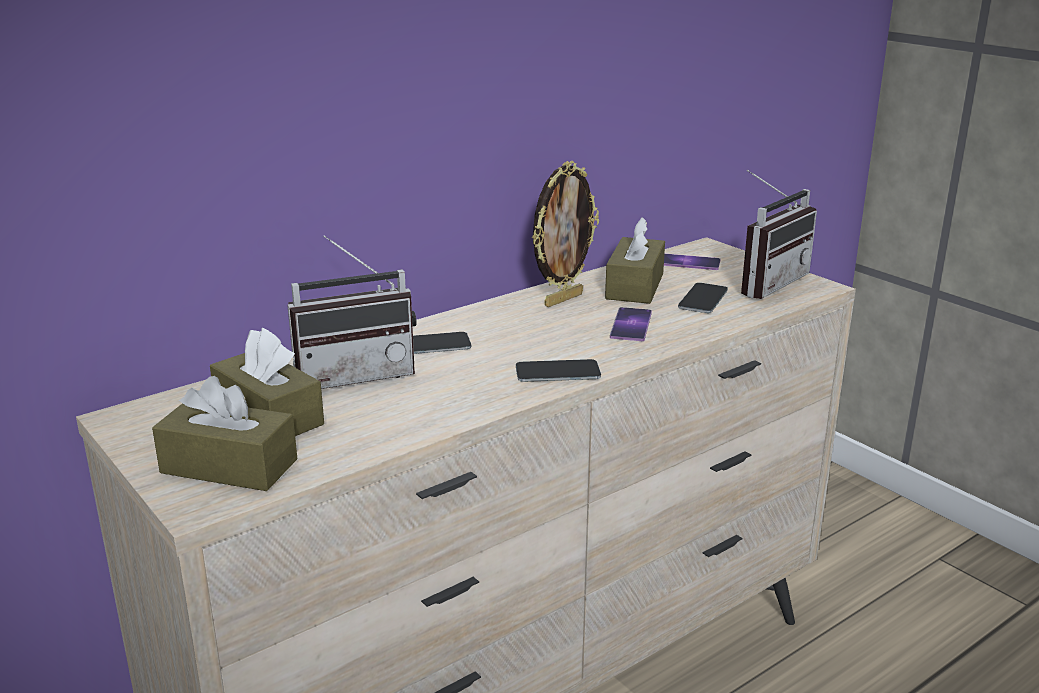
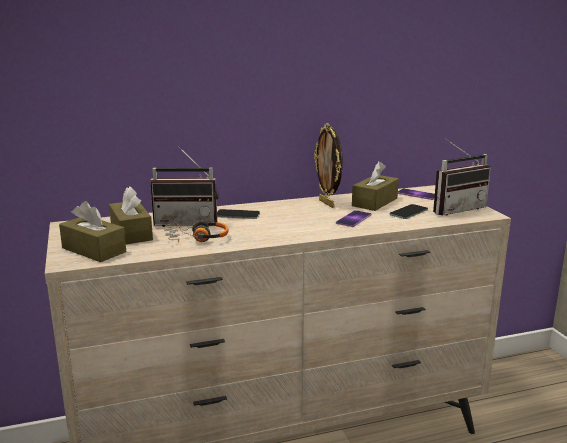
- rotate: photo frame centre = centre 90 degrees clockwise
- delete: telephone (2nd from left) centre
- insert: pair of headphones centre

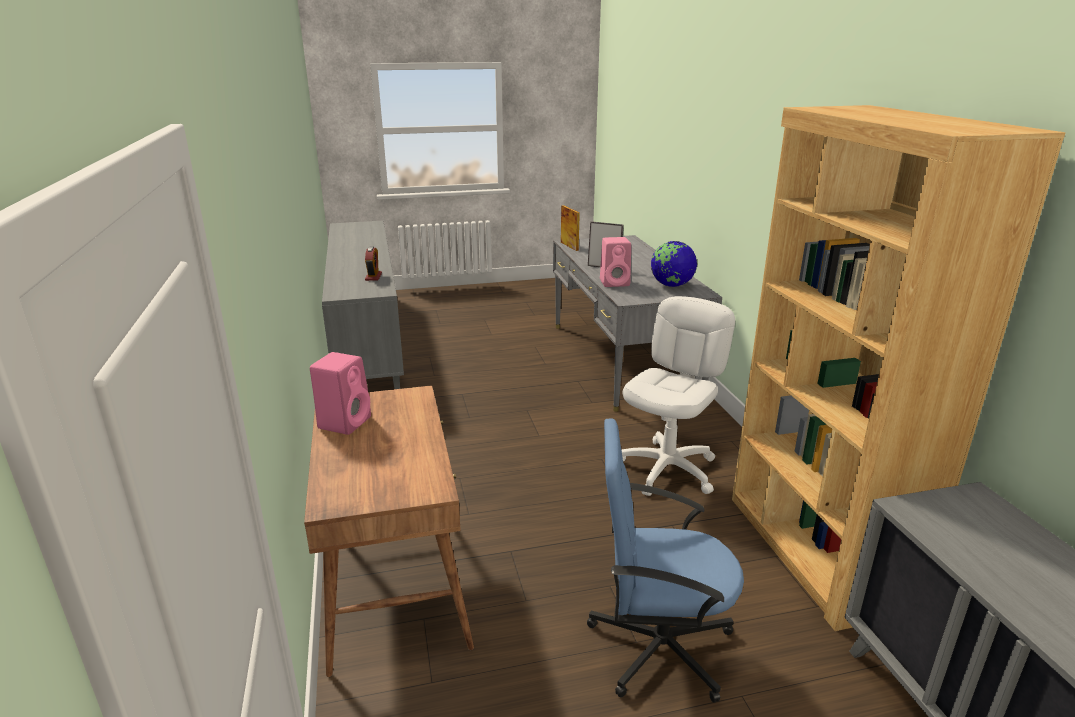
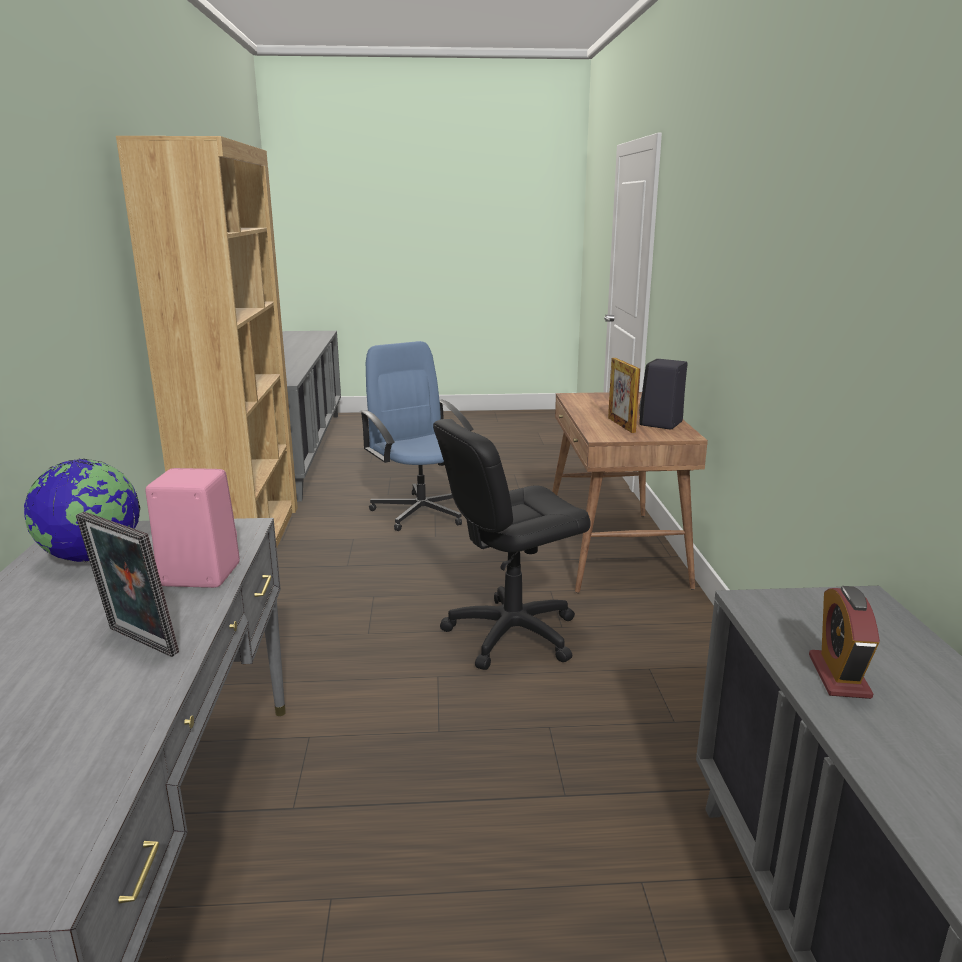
- move: photo frame (1st from left in the first image) top centre to photo frame (2nd from left) centre
- delete: whitish computer chair centre
- recolor: pink audio speaker (1st from left) middle left to black audio speaker middle right
- rotate: bluish computer chair bottom centre = centre 135 degrees counterclockwise
- insert: black computer chair centre

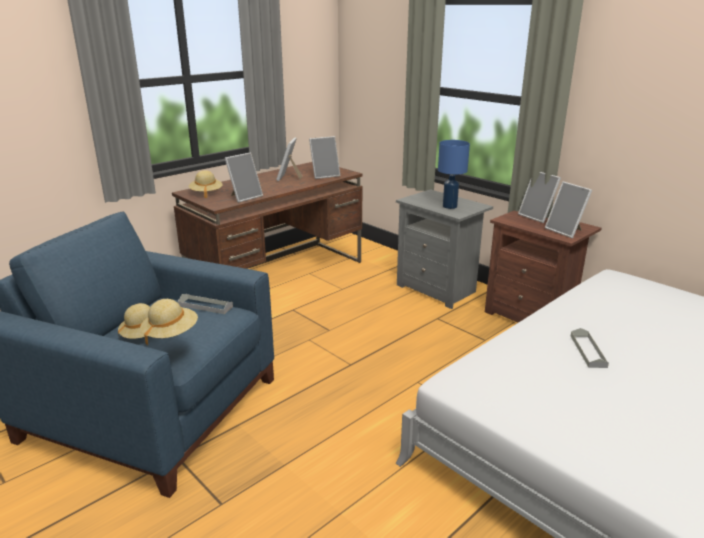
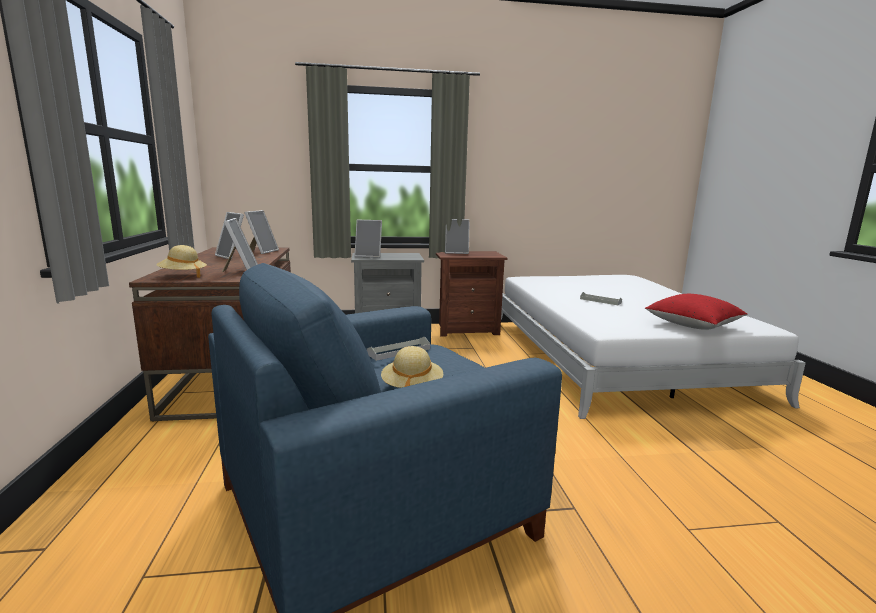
- delete: bluish tabletop lamp top centre
- move: photo frame (5th from left in the first image) middle right to photo frame (4th from left) centre
- delete: sand-coloured wearable hat (2nd from left) middle left
- insert: red throw pillow middle right

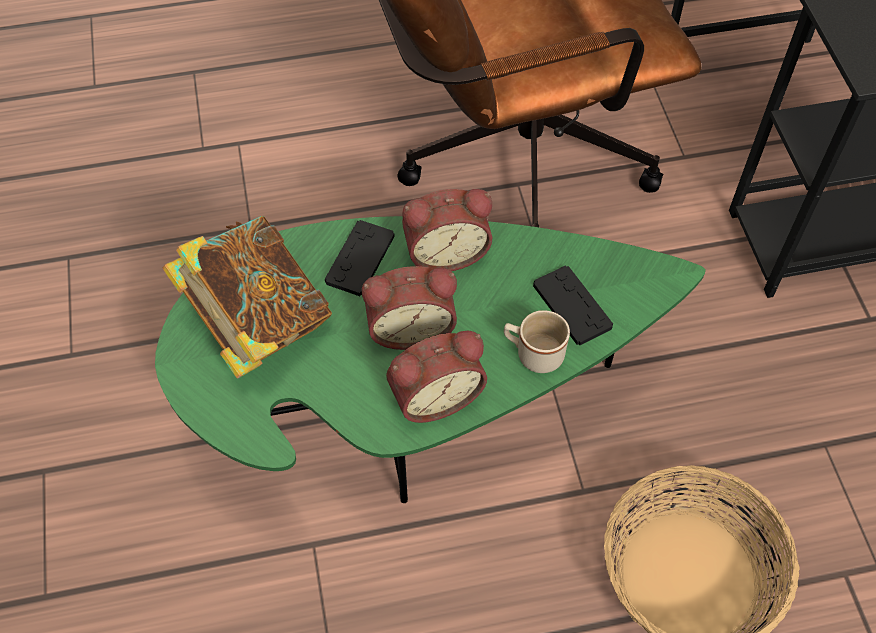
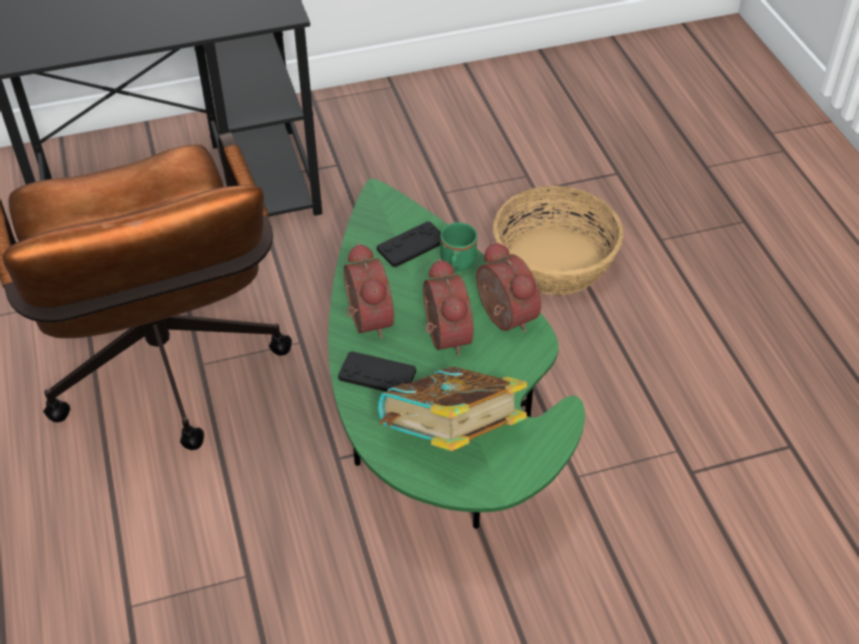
- recolor: sand-coloured mug centre to green-coloured mug centre

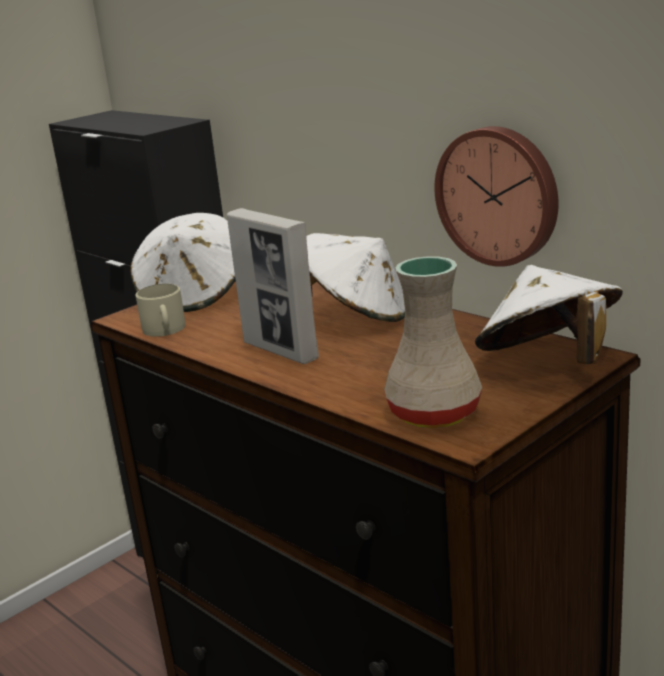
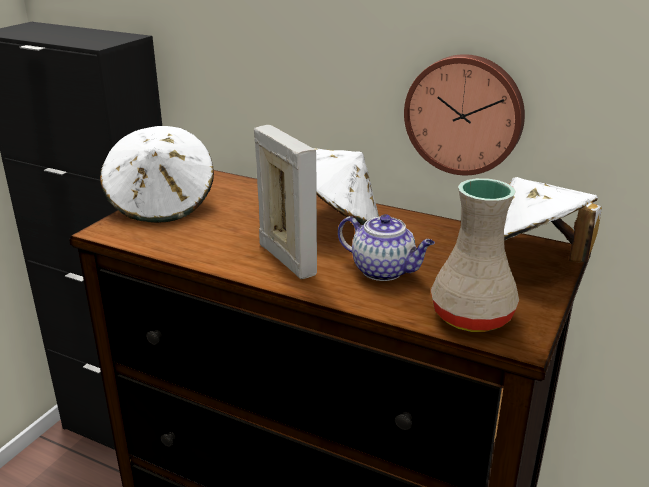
- rotate: photo frame centre = centre 150 degrees counterclockwise
- delete: sand-coloured mug middle left
- insert: teapot centre

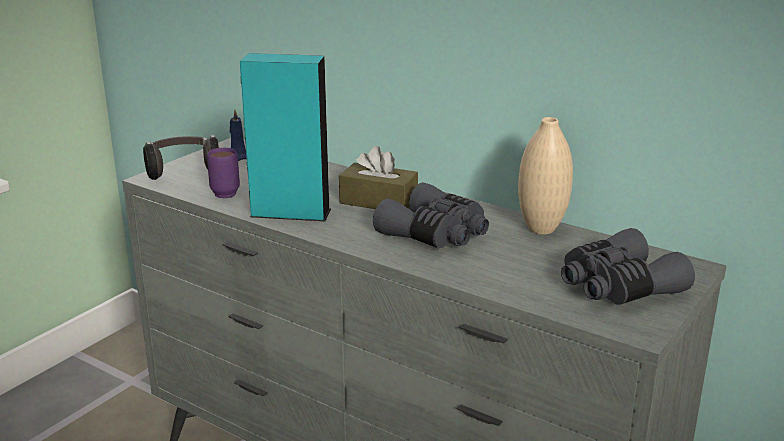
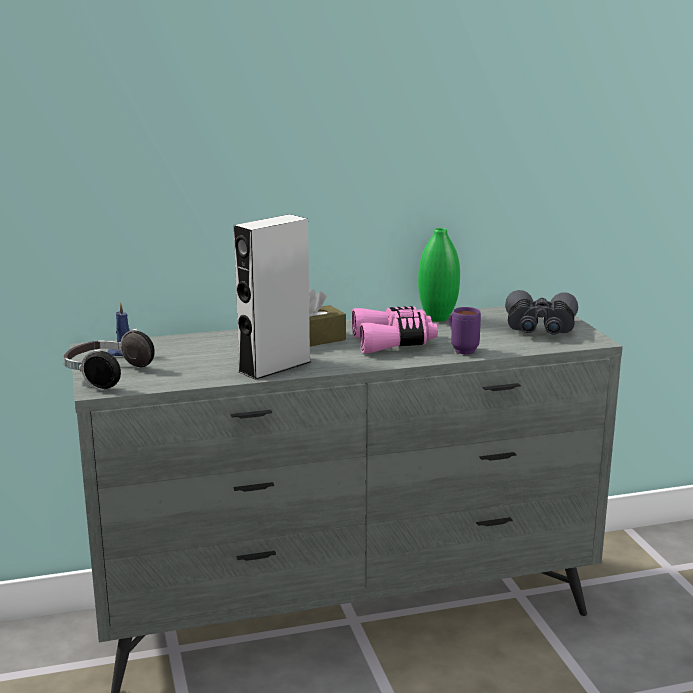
- recolor: turquoise audio speaker top centre to greyish audio speaker centre
- recolor: sand-coloured vase middle right to green-coloured vase centre
- move: purple-coloured mug middle left to middle right
- recolor: greyish binoculars (1st from left) centre to pink binoculars centre

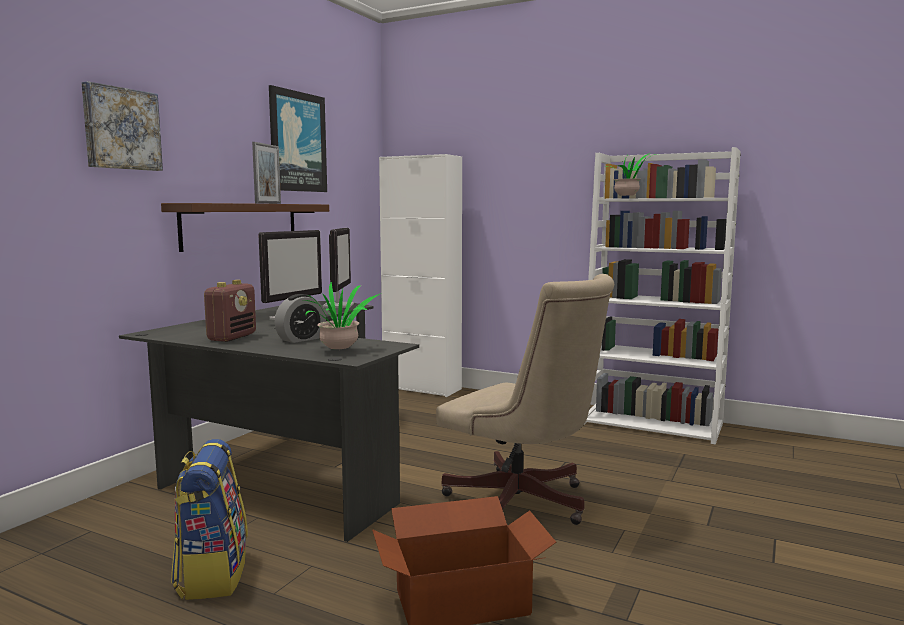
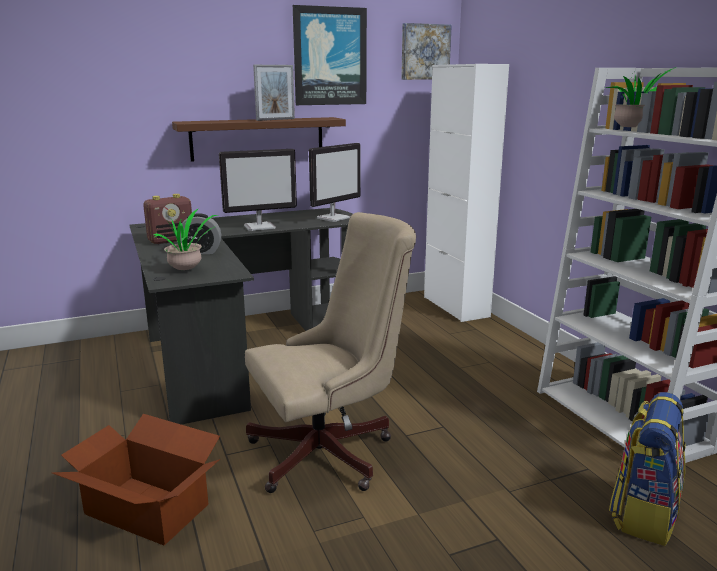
- move: picture (1st from left in the first image) top left to picture (2nd from left) top centre
- rotate: sand-coloured computer chair centre = centre 105 degrees counterclockwise
- move: backpack bottom left to bottom right

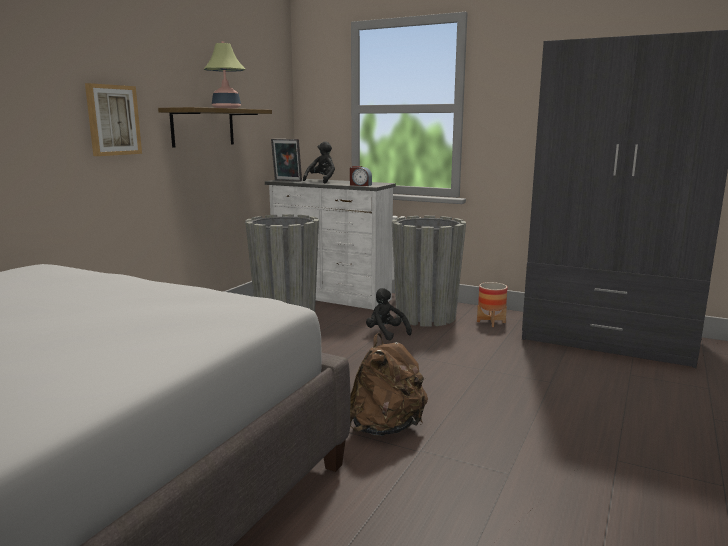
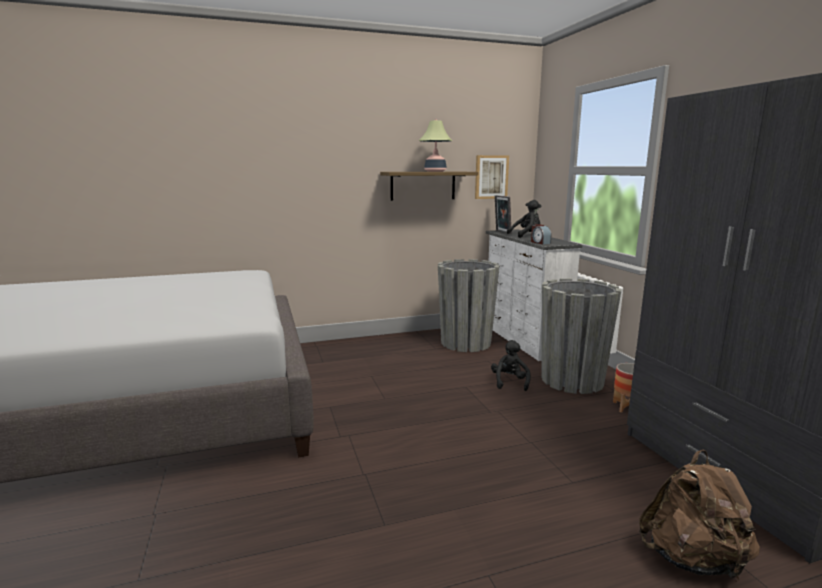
- move: picture top left to top centre
- move: brownish backpack bottom centre to bottom right

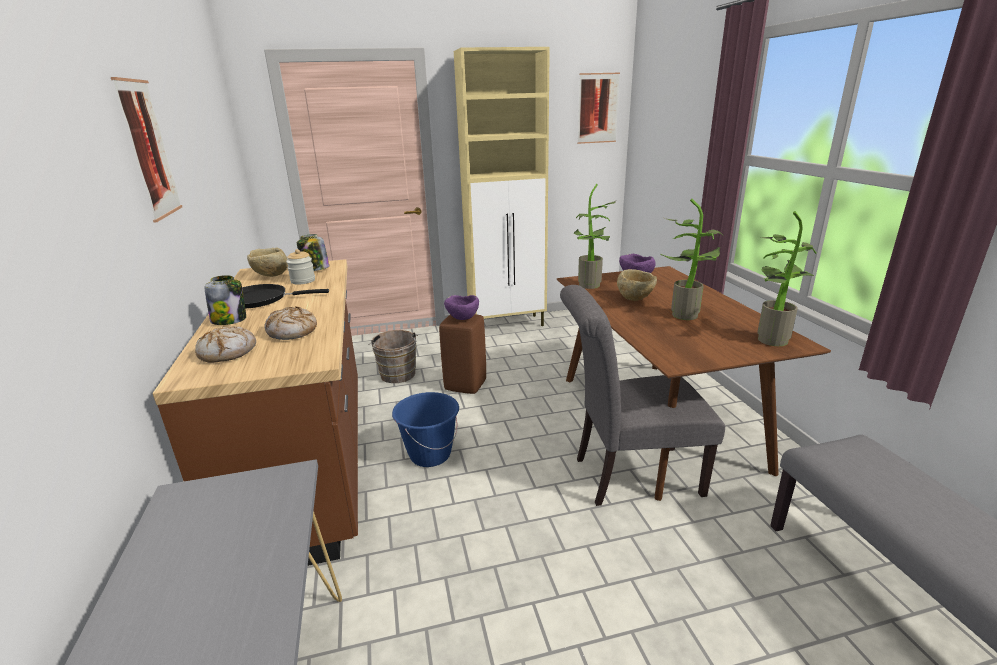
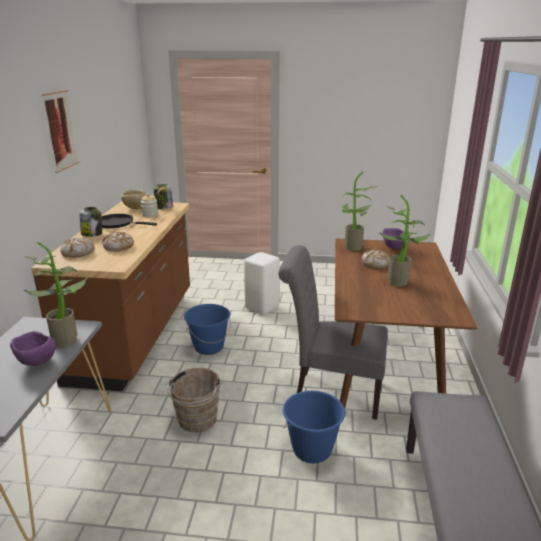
- delete: sand-coloured cabinet top centre
- delete: picture (2nd from left) top centre
- move: plant in a pot (3rd from left in the first image) middle right to plant in a pot (1st from left) middle left
- replace: sand-coloured serving bowl (2nd from left) centre to bread (3rd from left) middle right
- move: purple-coloured serving bowl (1st from left) centre to middle left
- recolor: brownish stool centre to whitish stool centre
- move: brownish water bucket centre to bottom centre
- insert: bluish water bucket (2nd from left) bottom centre

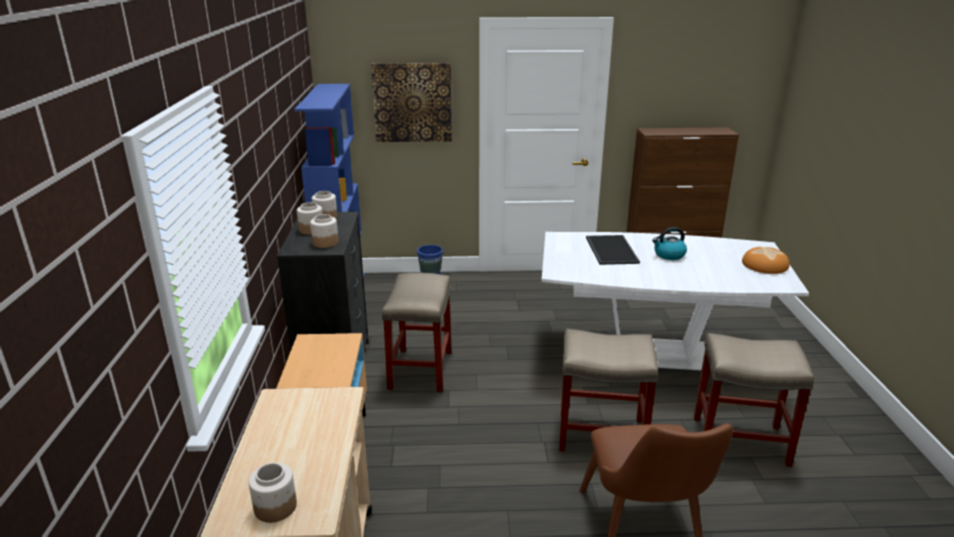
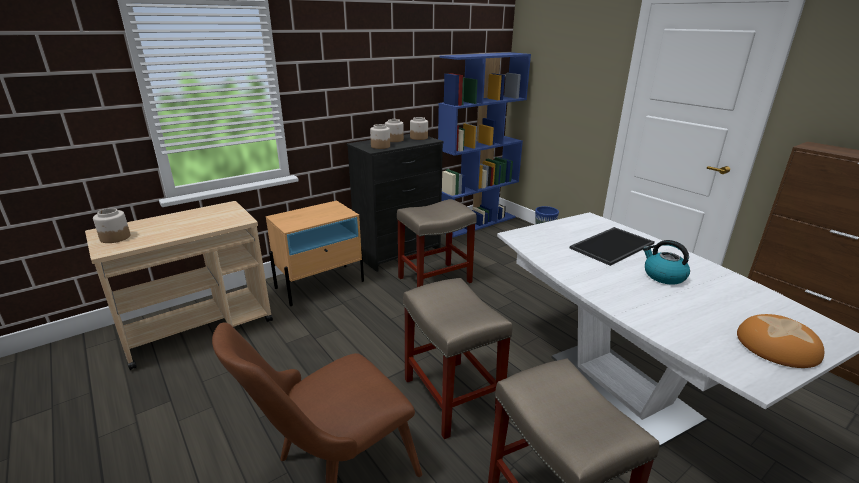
- delete: picture top centre

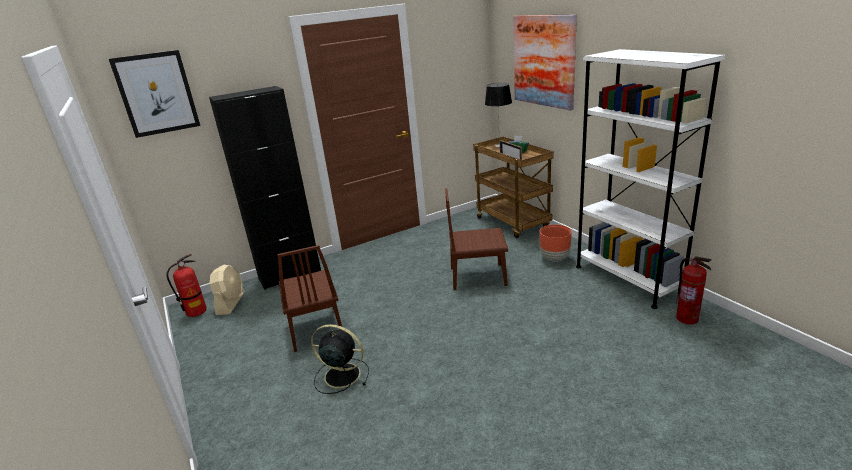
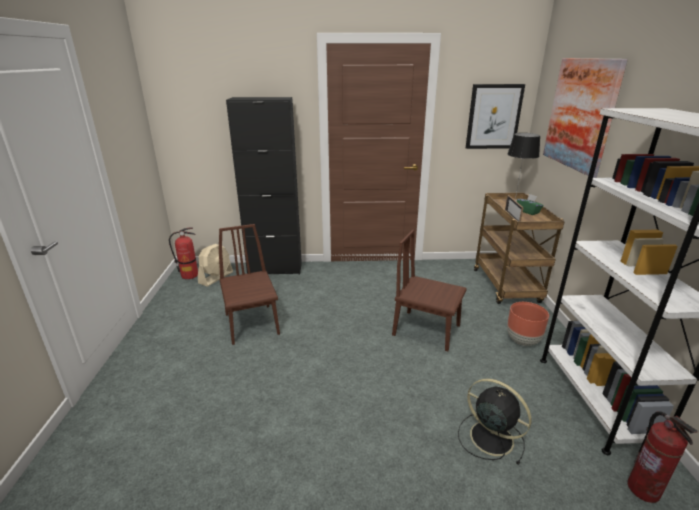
- move: picture (1st from left) top left to top right
- rotate: brownish chair (1st from left) centre = centre 150 degrees clockwise
- move: black cooling fan bottom centre to bottom right

